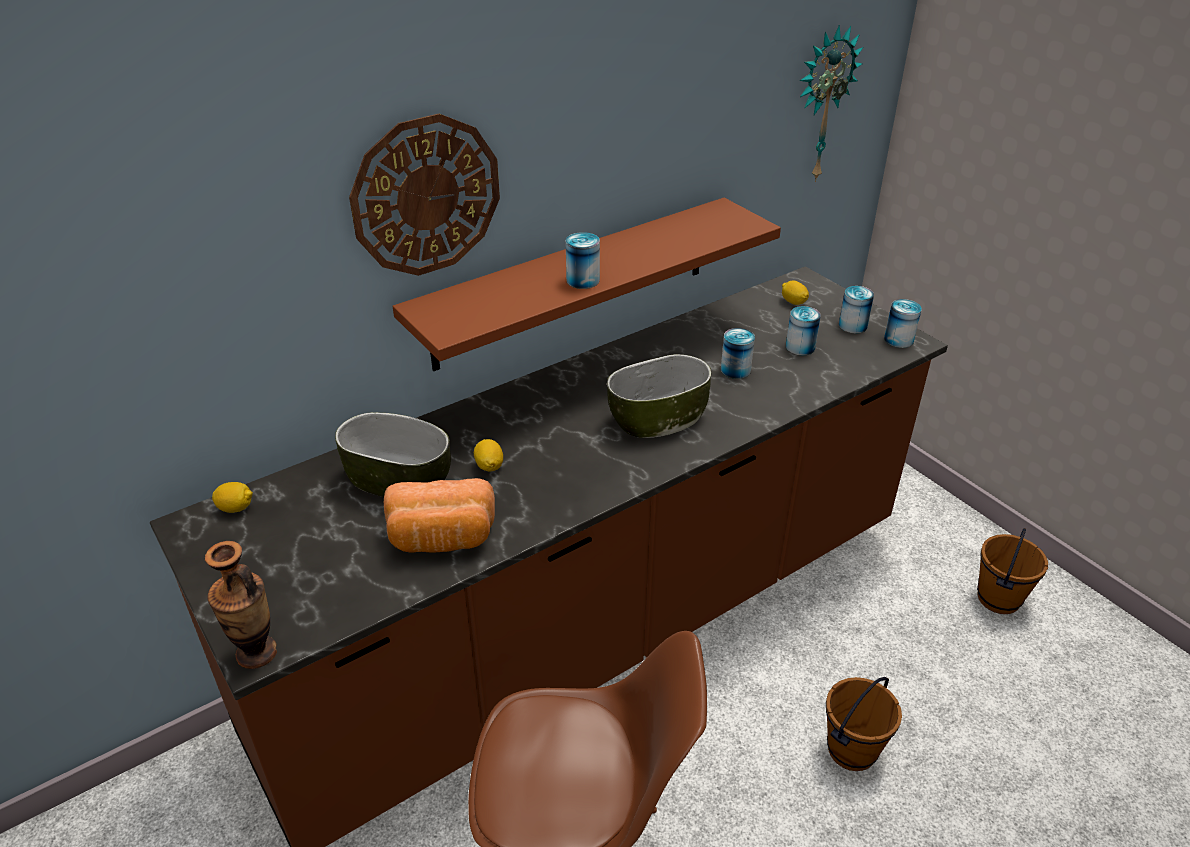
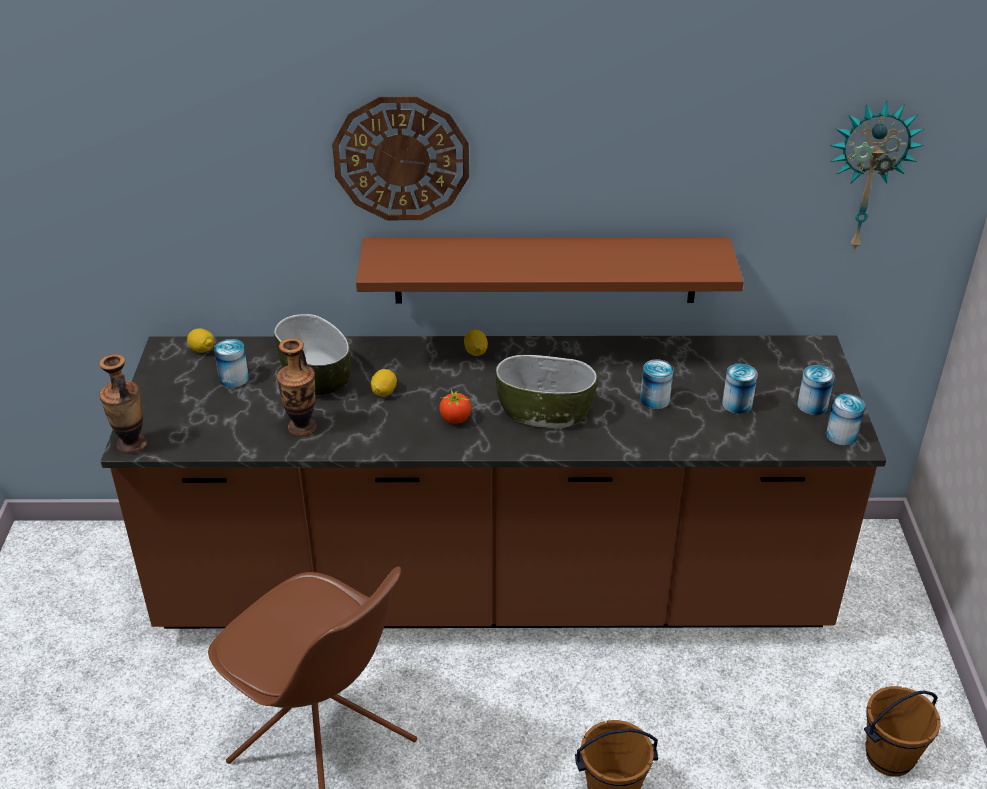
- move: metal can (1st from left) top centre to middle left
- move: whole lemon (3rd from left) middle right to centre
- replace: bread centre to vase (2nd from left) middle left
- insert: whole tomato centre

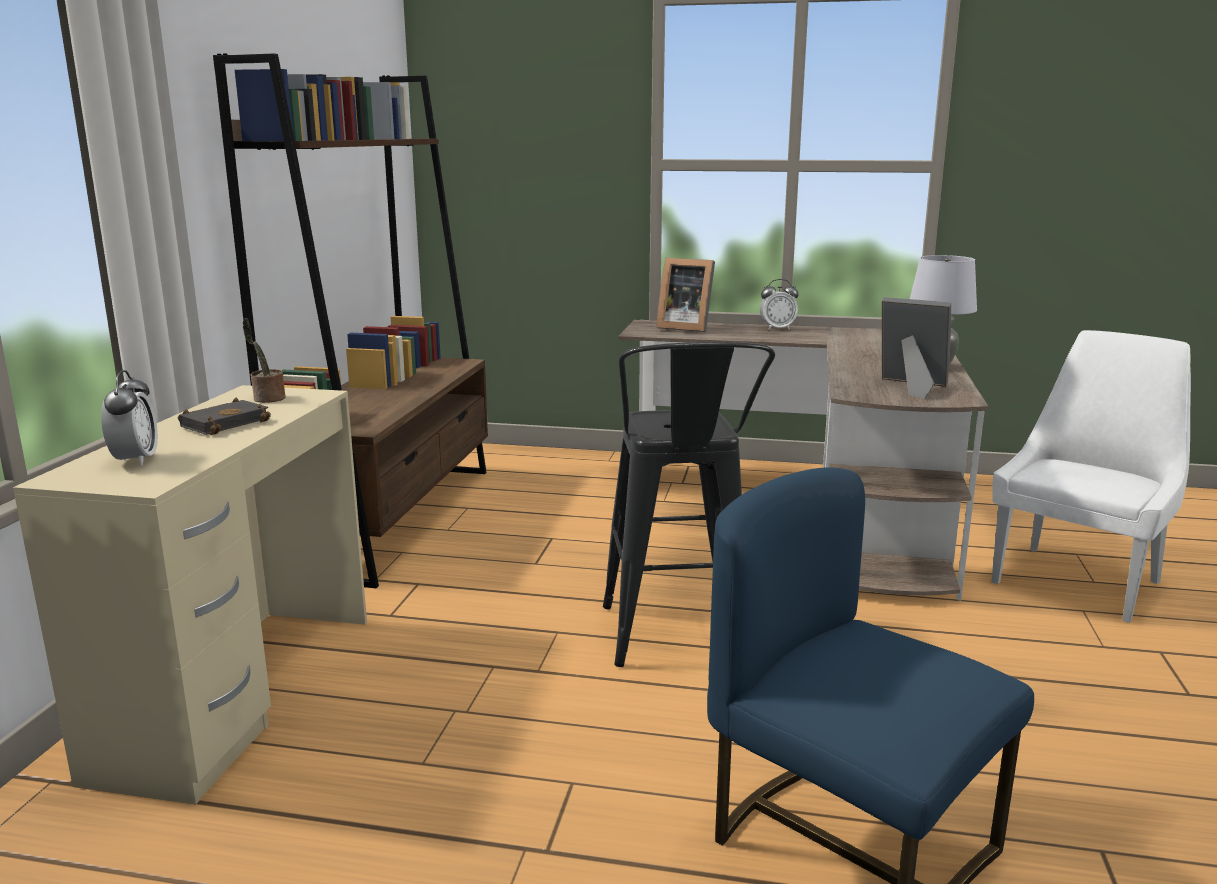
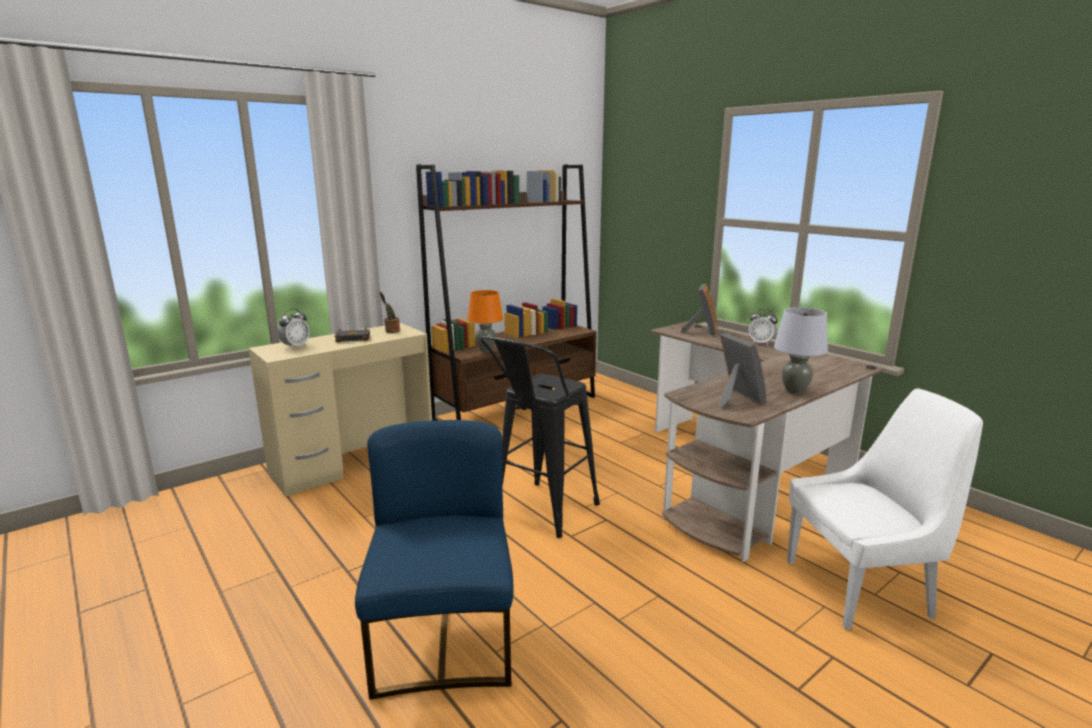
- rotate: photo frame (1st from left) centre = centre 135 degrees counterclockwise
- insert: orange-coloured tabletop lamp centre

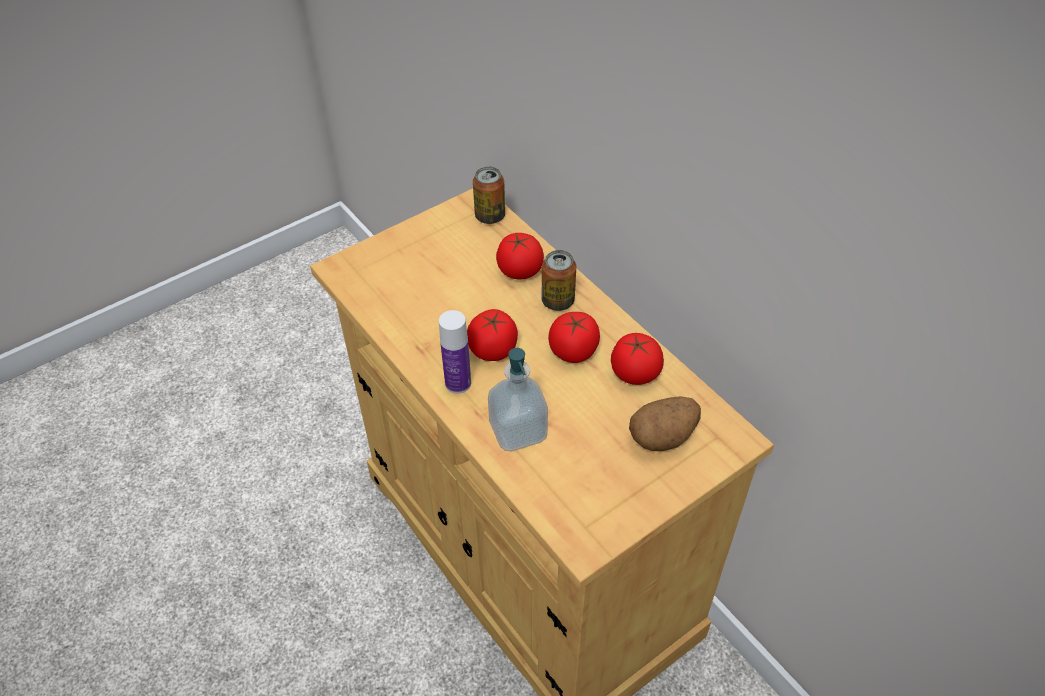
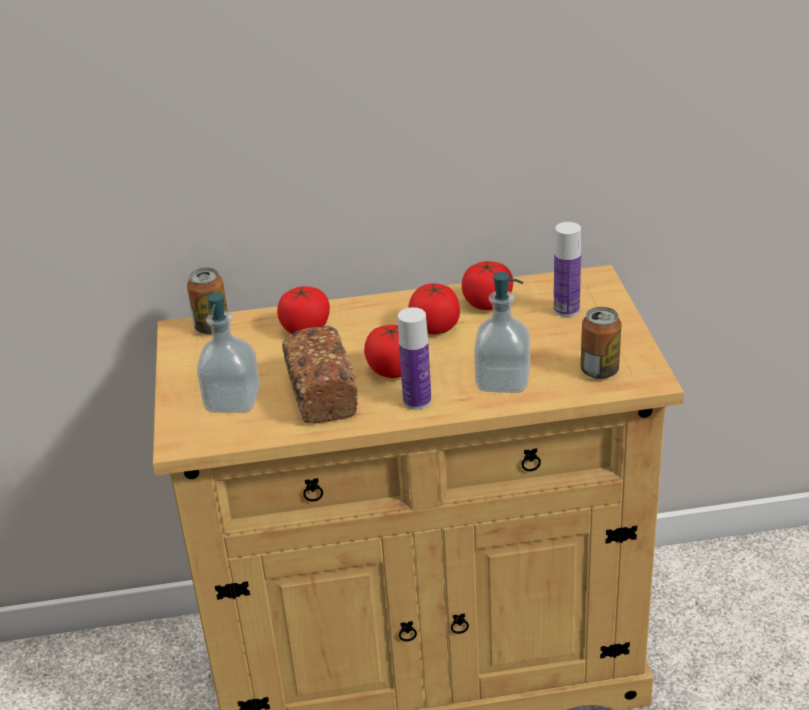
- move: metal can (2nd from left) centre to middle right
- replace: spud centre to beverage bottle (2nd from left) middle right
- insert: soap bottle (1st from left) middle left
- insert: bread centre

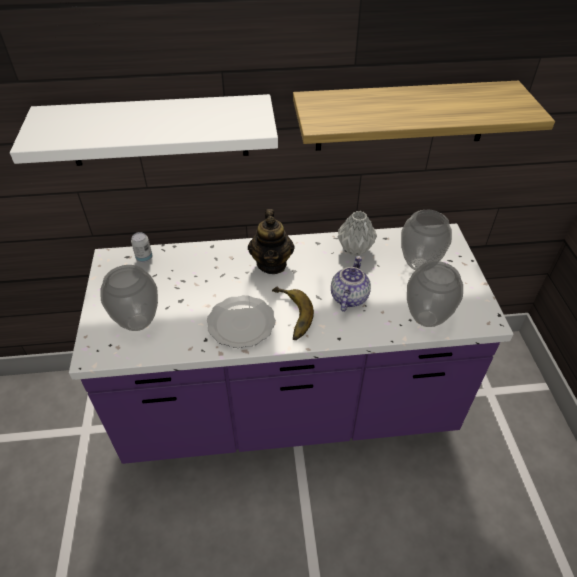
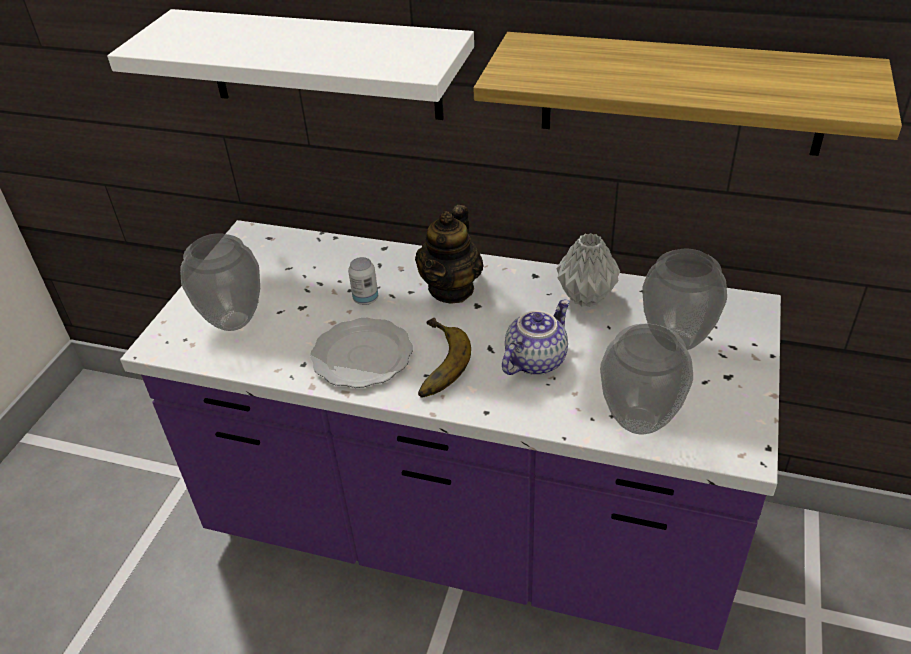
- move: metal can middle left to centre

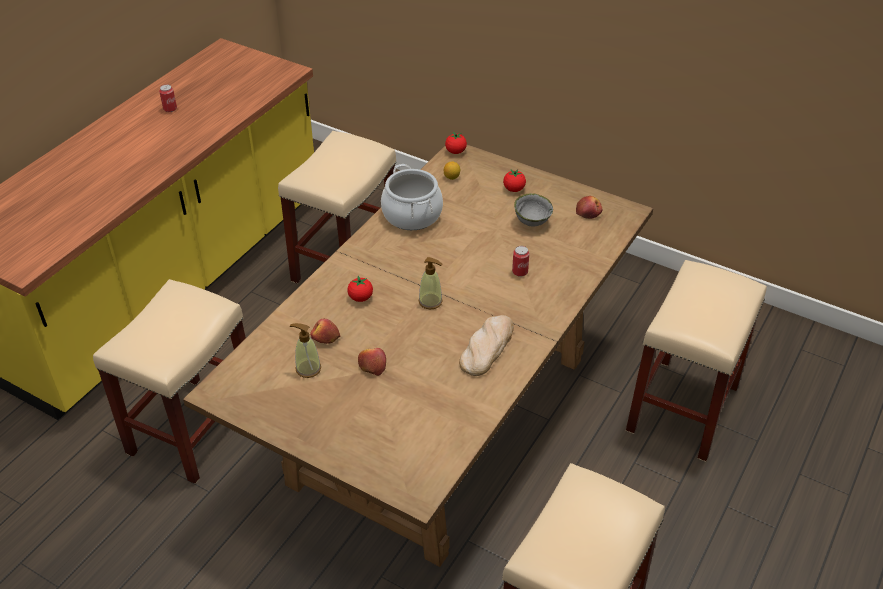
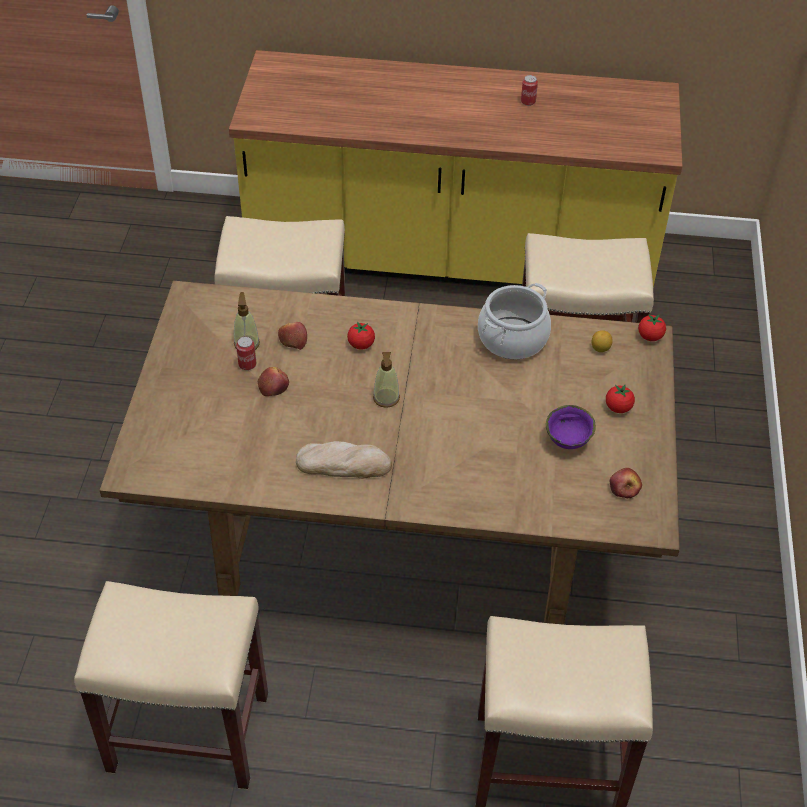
- recolor: greyish serving bowl centre to purple-coloured serving bowl middle right
- move: metal can (2nd from left in the first image) centre to metal can (1st from left) middle left

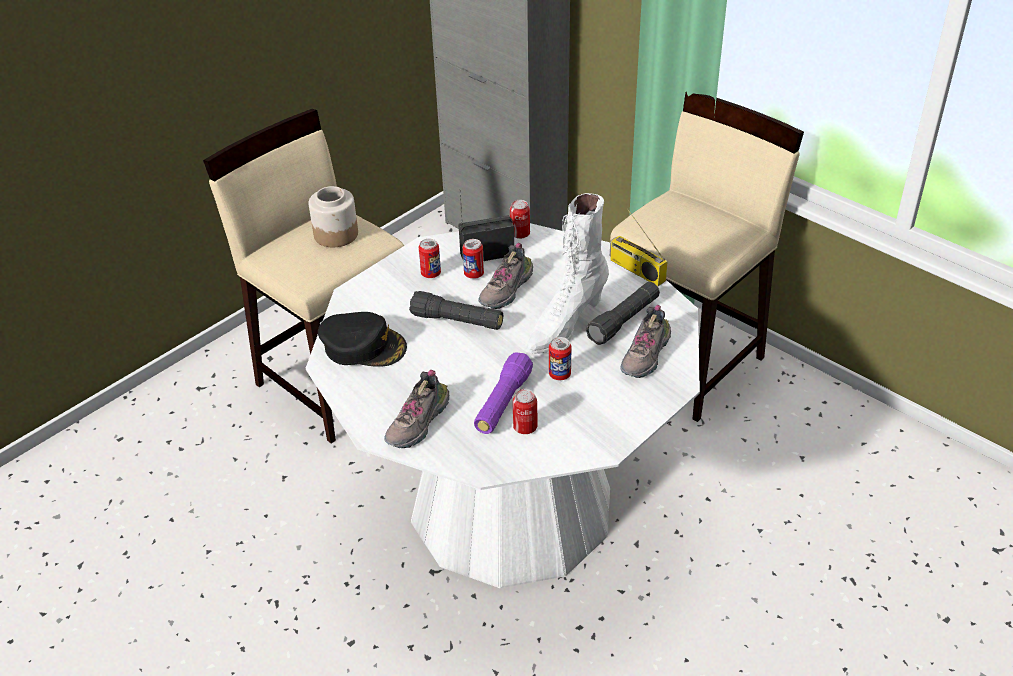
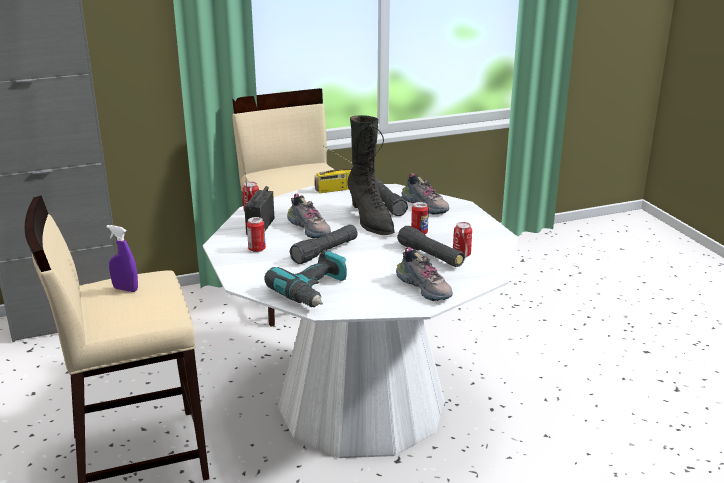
- replace: jar top left to purple-coloured spray bottle middle left
- recolor: whitish tall boot centre to black tall boot centre
- delete: metal can (2nd from left) centre
- replace: black baseball cap centre to power drill centre
- recolor: purple-coloured hand torch centre to black hand torch (3rd from left) centre

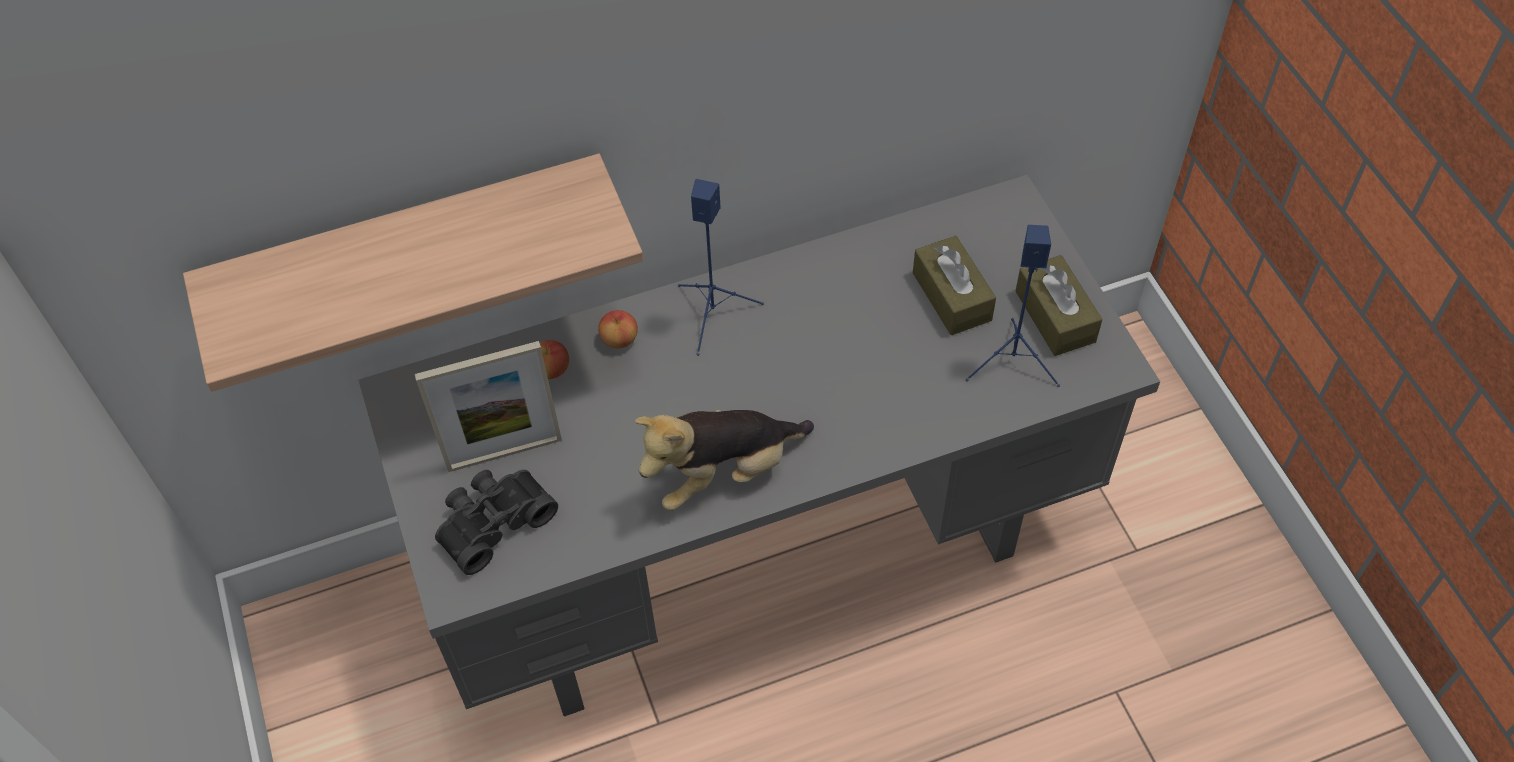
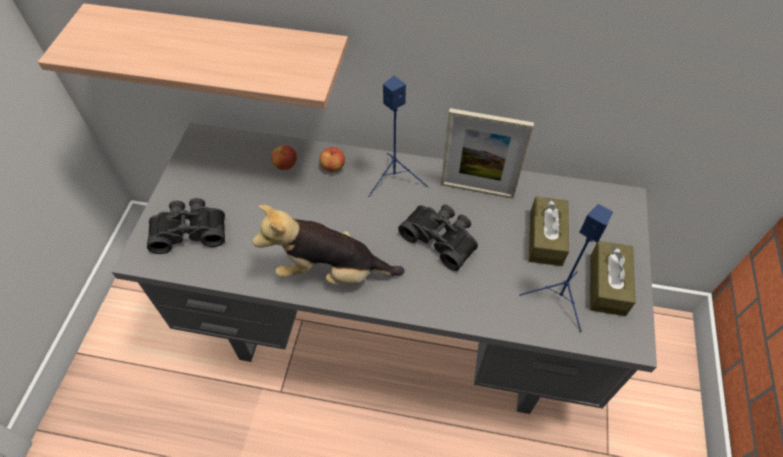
- move: photo frame middle left to centre
- insert: black binoculars (2nd from left) centre

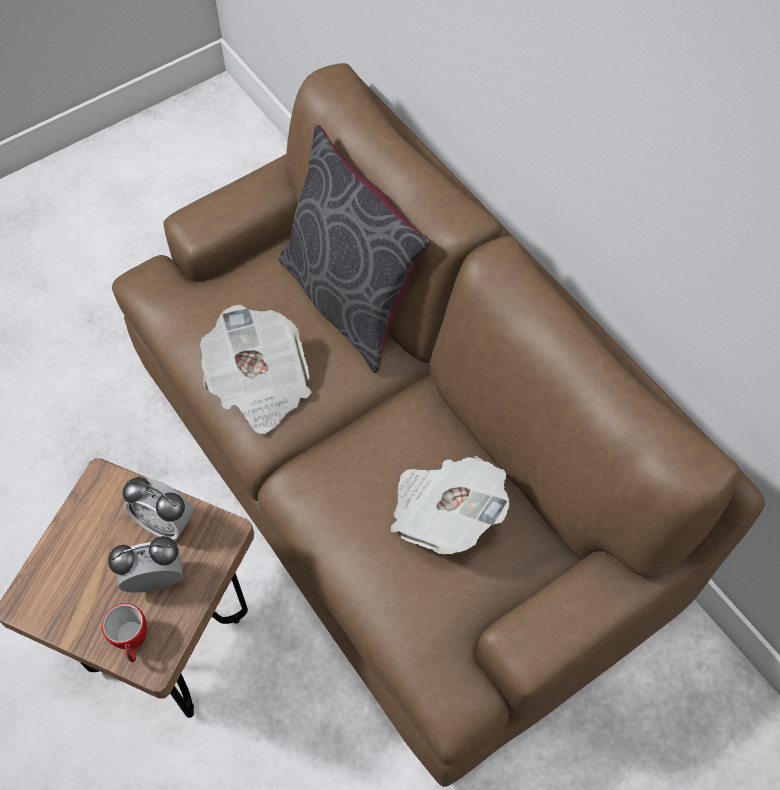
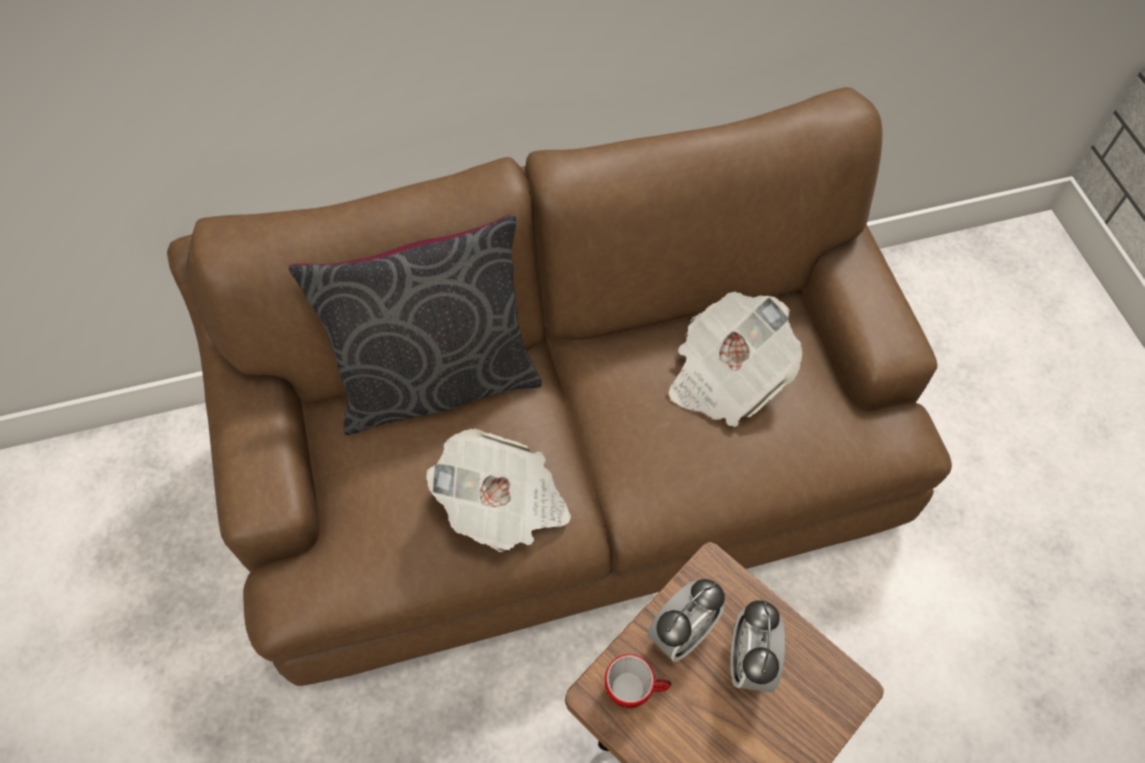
- move: mug bottom left to bottom centre

